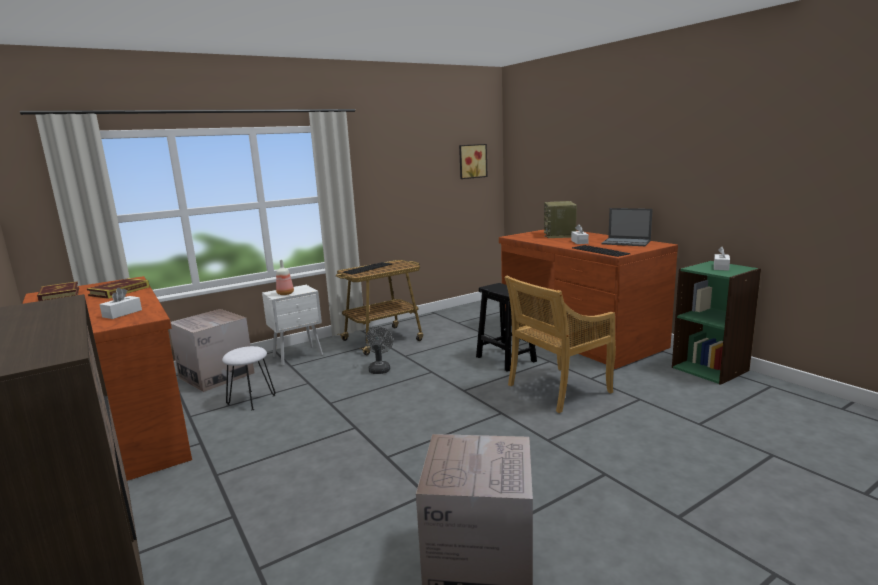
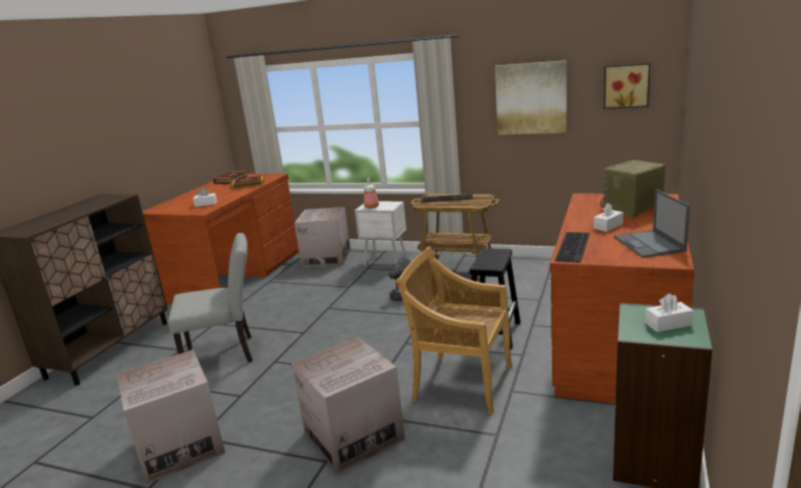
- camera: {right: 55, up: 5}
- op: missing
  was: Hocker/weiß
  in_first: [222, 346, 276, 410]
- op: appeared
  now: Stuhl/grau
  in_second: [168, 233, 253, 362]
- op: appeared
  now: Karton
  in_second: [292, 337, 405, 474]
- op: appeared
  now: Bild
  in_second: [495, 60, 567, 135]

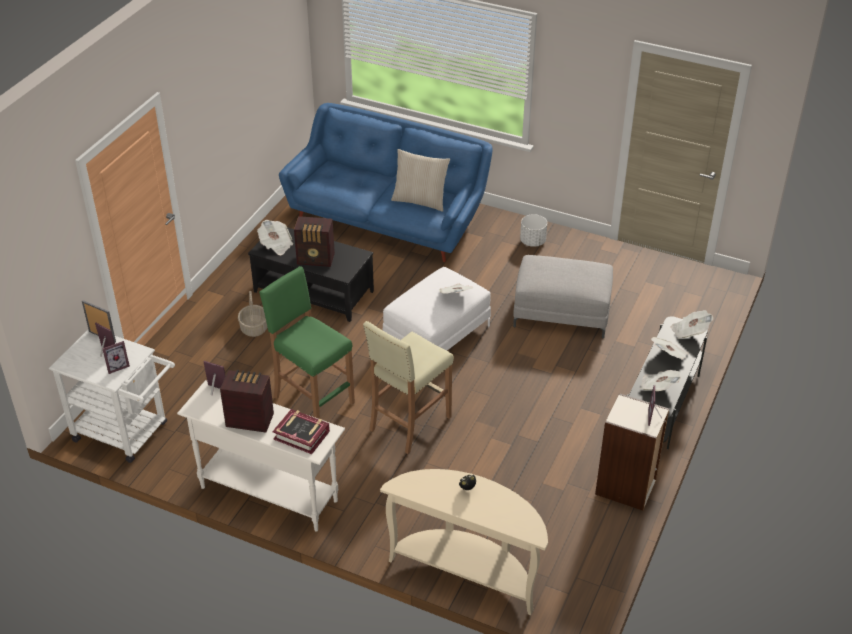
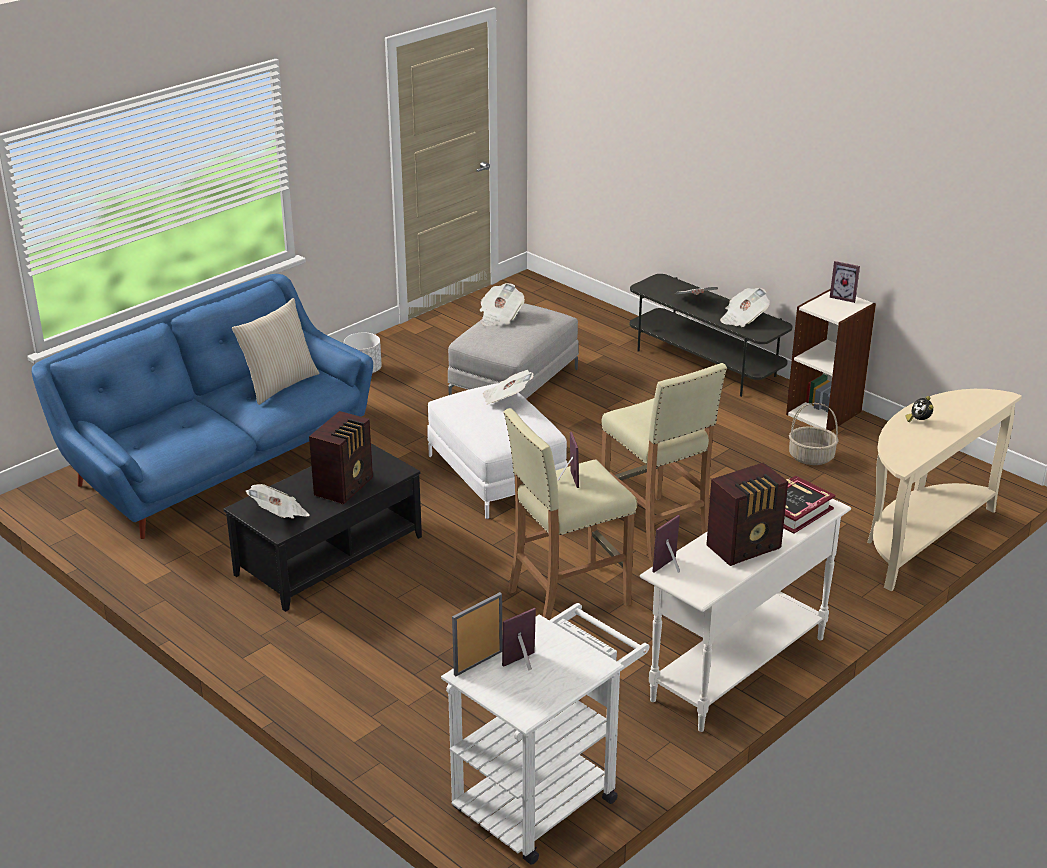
- camera: {right: -70, up: -10}
- op: relocated
  was: Bilderrahmen
  in_first: [102, 341, 130, 374]
  in_second: [557, 432, 579, 488]
- op: relocated
  was: Korb
  in_first: [238, 291, 267, 337]
  in_second: [789, 403, 839, 465]
- op: relocated
  was: Zeitung
  in_first: [671, 310, 714, 339]
  in_second: [480, 283, 525, 326]
- op: colour
  was: Hocker/grün
  now: Hocker/beige
  in_first: [259, 266, 355, 419]
  in_second: [504, 408, 637, 620]
- op: spun
  was: Radio
  in_first: [220, 370, 274, 433]
  in_second: [706, 462, 788, 566]
  clockwise: -150

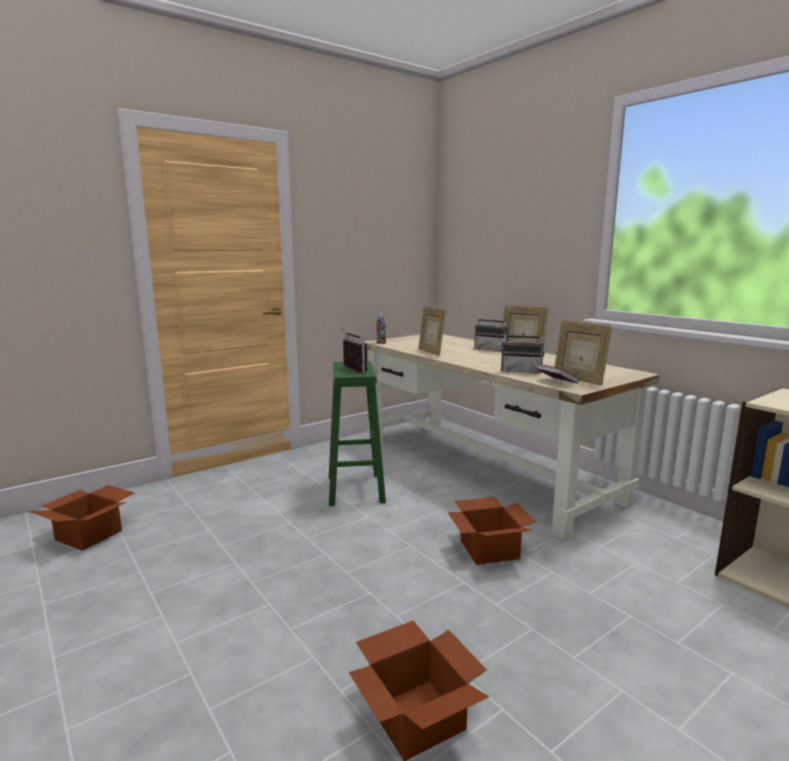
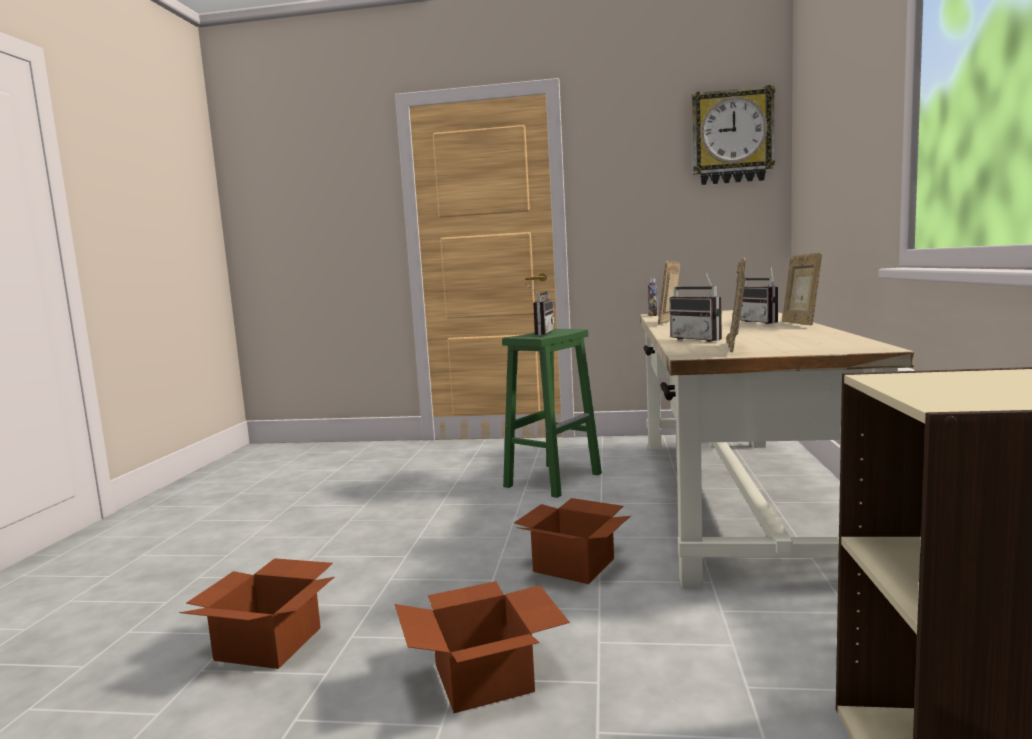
- camera: {right: 45, up: -5}
- op: missing
  was: Buch
  in_first: [536, 364, 579, 384]
- op: appeared
  now: Wanduhr
  in_second: [692, 85, 775, 185]
- op: relocated
  was: Karton
  in_first: [28, 485, 135, 551]
  in_second: [395, 581, 570, 713]

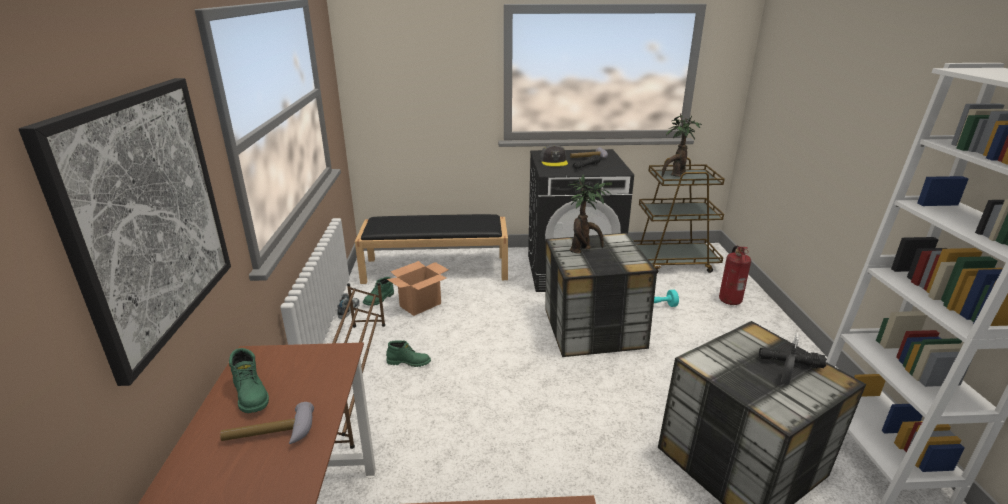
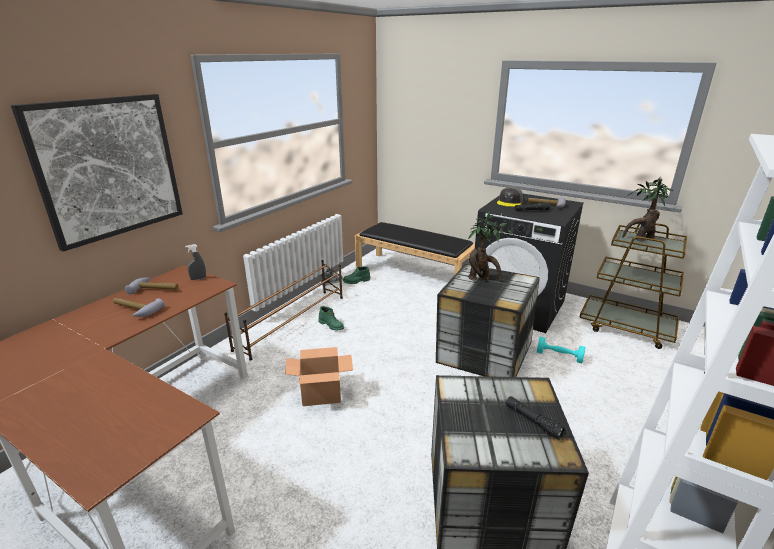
- camera: {right: 35, up: 0}
- op: missing
  was: Feuerlöscher
  in_first: [719, 246, 751, 305]
- op: relocated
  was: Karton
  in_first: [387, 261, 449, 316]
  in_second: [285, 347, 353, 406]
- op: relocated
  was: Sprühflasche/grau
  in_first: [782, 332, 799, 385]
  in_second: [185, 244, 206, 280]
- op: exchanged
  was: Stiefel/grün
  now: Hammer
  in_first: [229, 348, 269, 413]
  in_second: [125, 278, 178, 294]

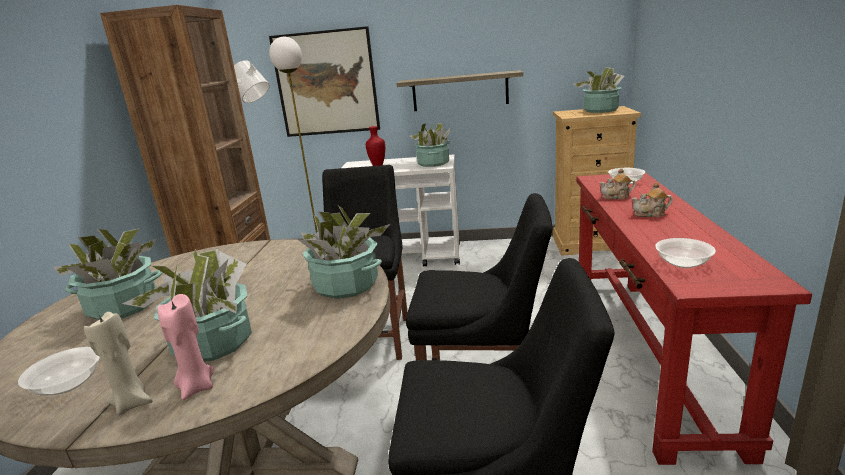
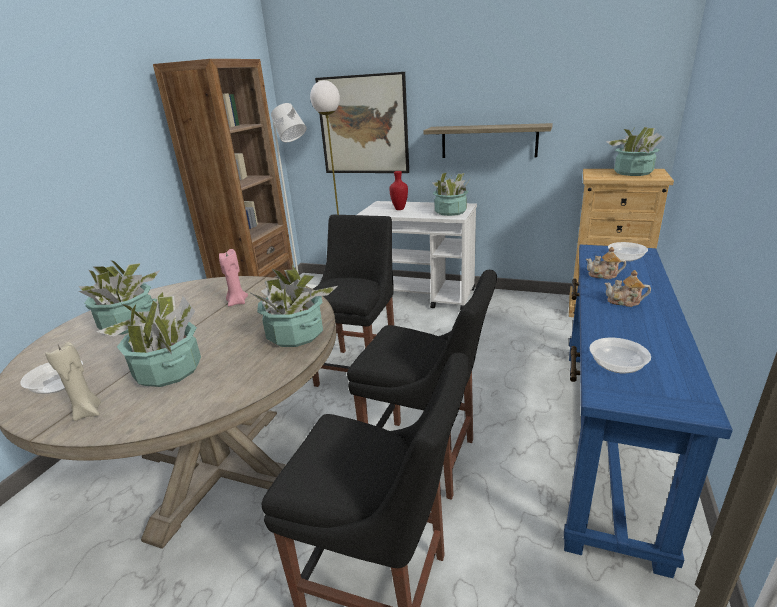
- camera: {right: 15, up: 5}
- op: relocated
  was: Kerze/rosa
  in_first: [157, 294, 214, 400]
  in_second: [219, 249, 248, 306]
- op: colour
  was: Konsolentisch/rot
  now: Konsolentisch/blau
  in_first: [576, 172, 812, 465]
  in_second: [564, 244, 733, 578]

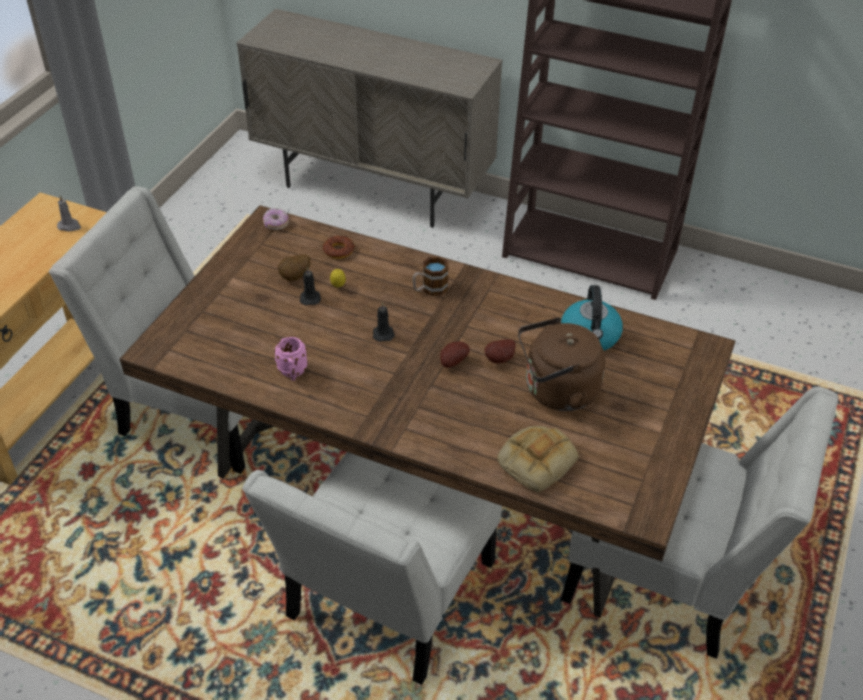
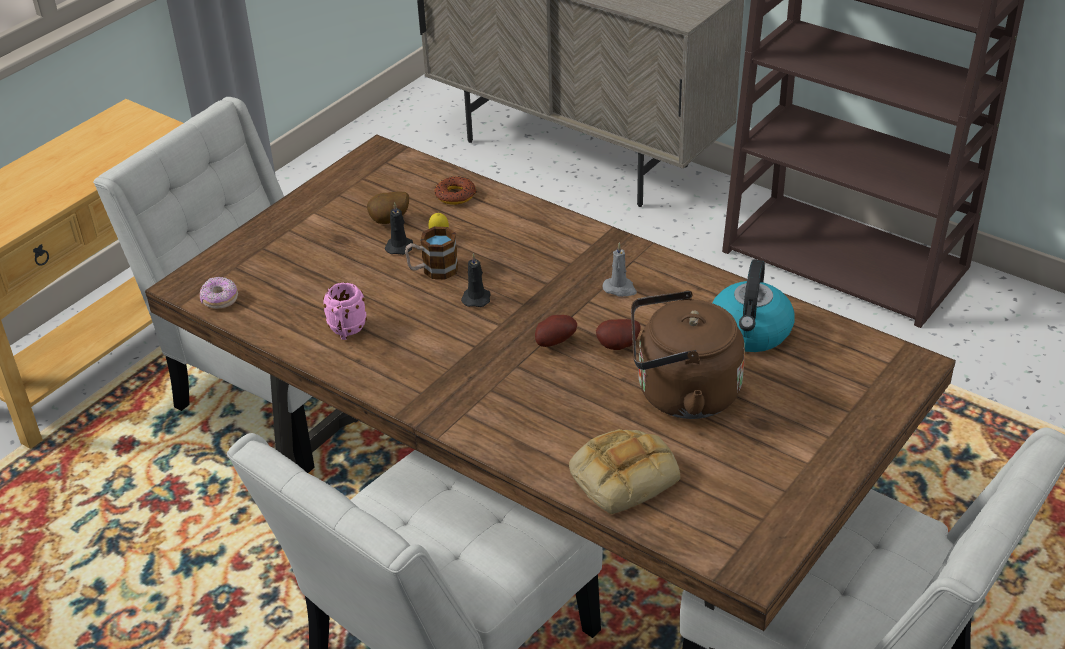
- camera: {right: 15, up: -5}
- op: relocated
  was: Kerze/grau
  in_first: [57, 195, 81, 232]
  in_second: [603, 242, 637, 297]
- op: relocated
  was: Donut
  in_first: [263, 208, 289, 230]
  in_second: [200, 277, 238, 309]
- op: relocated
  was: Henkelbecher
  in_first: [412, 256, 449, 296]
  in_second: [405, 227, 459, 280]

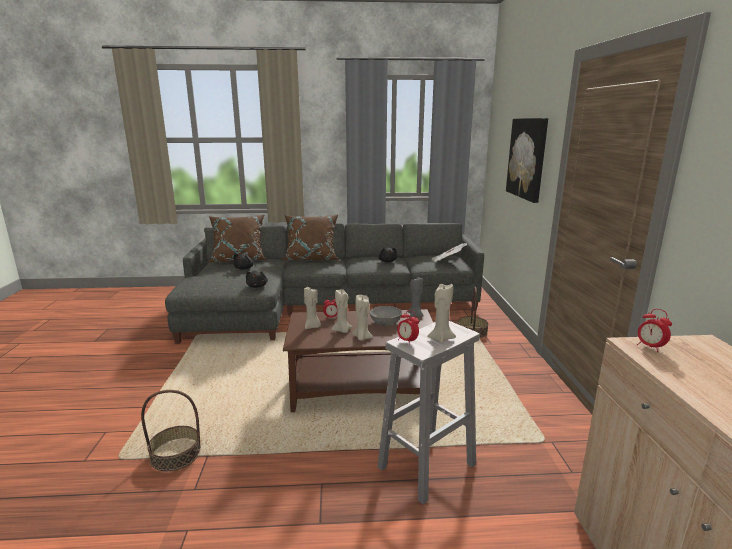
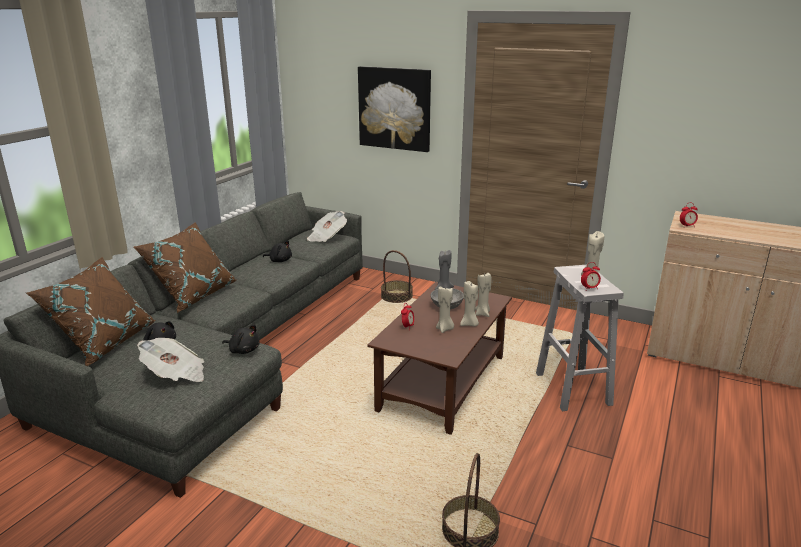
- camera: {right: -60, up: 5}
- op: appeared
  now: Zeitung
  in_second: [137, 338, 204, 382]
- op: relocated
  was: Kerze/beige
  in_first: [304, 286, 321, 329]
  in_second: [475, 273, 492, 317]

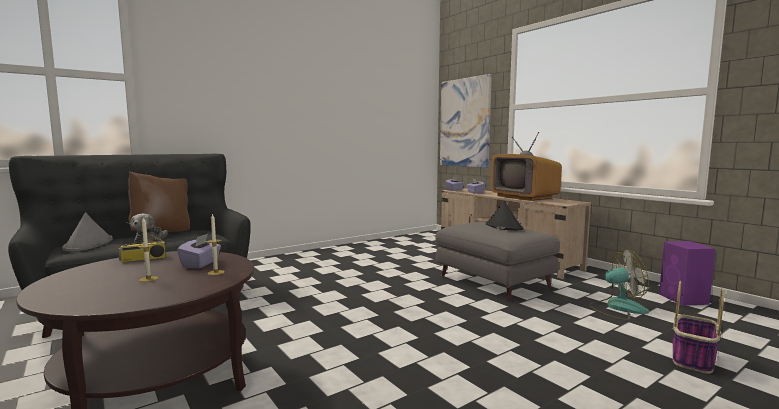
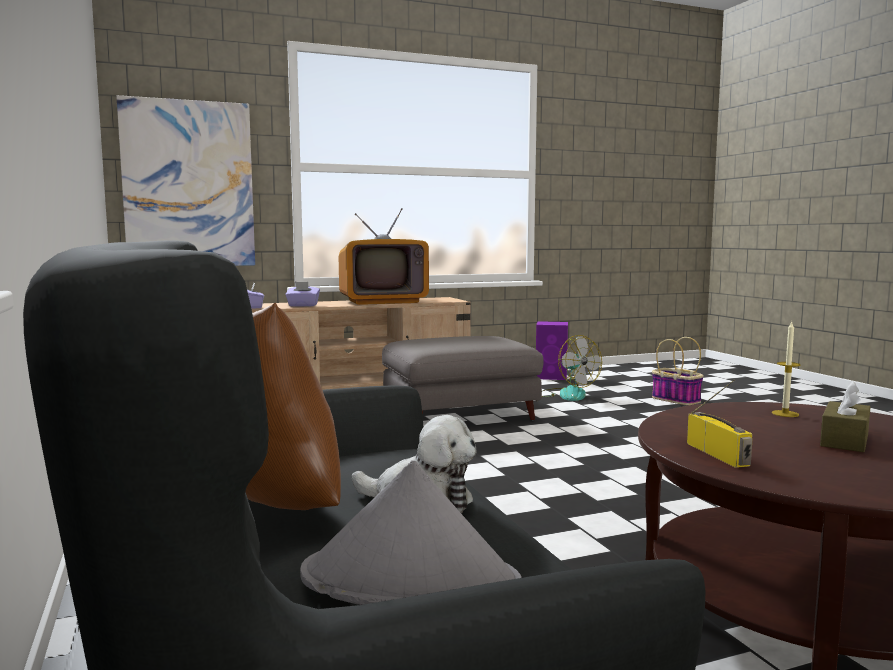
- camera: {right: -75, up: 0}
- op: missing
  was: Taschentuchbox/lila
  in_first: [177, 234, 221, 268]
- op: missing
  was: Hut/schwarz
  in_first: [486, 201, 523, 231]
- op: exchanged
  was: Kerze
  now: Taschentuchbox/braun
  in_first: [137, 217, 158, 282]
  in_second: [820, 381, 871, 452]
- op: spun
  was: Ventilator
  in_first: [589, 249, 649, 320]
  in_second: [542, 335, 602, 401]
  clockwise: 135

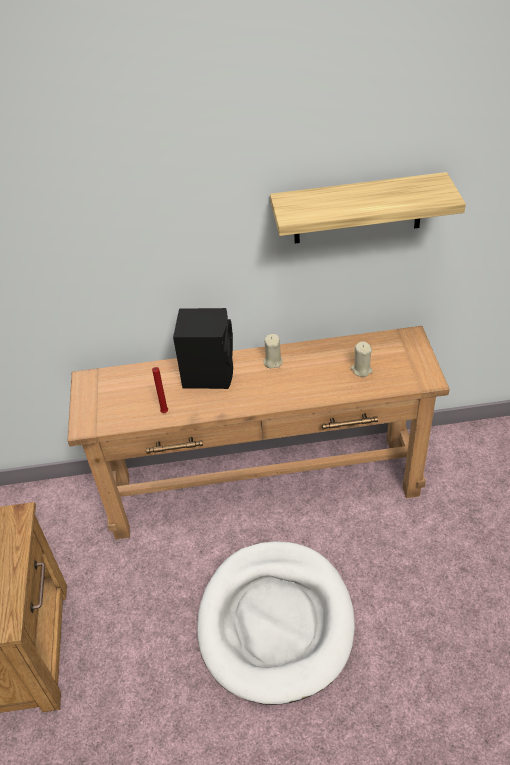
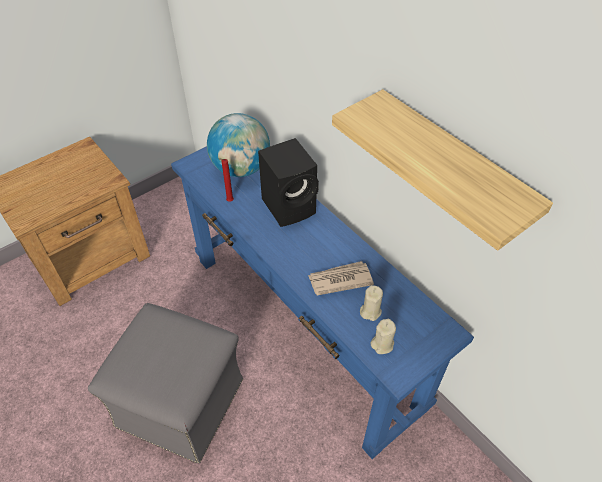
- camera: {right: 55, up: 5}
- op: appeared
  now: Globus
  in_second: [207, 113, 270, 177]
- op: appeared
  now: Zeitung
  in_second: [308, 261, 374, 295]
- op: relocated
  was: Kerze/beige
  in_first: [263, 334, 283, 368]
  in_second: [370, 319, 396, 354]
- op: exchanged
  was: Hundebett/weiß
  now: Polsterhocker/grau
  in_first: [197, 541, 355, 705]
  in_second: [88, 303, 243, 463]
- op: colour
  was: Konsolentisch/braun
  now: Konsolentisch/blau
  in_first: [67, 326, 450, 539]
  in_second: [171, 146, 474, 459]

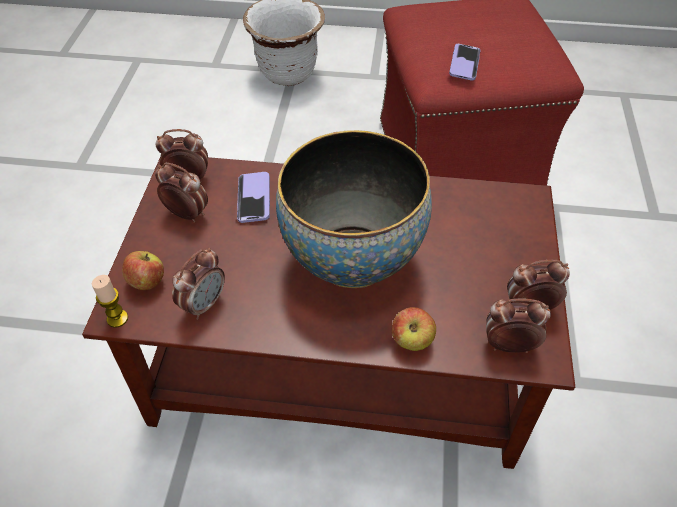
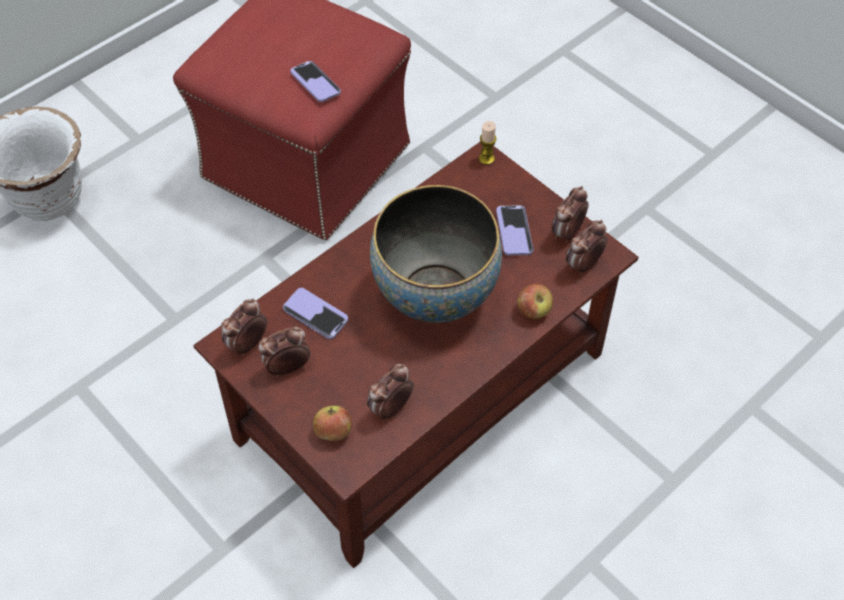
- camera: {right: -50, up: 5}
- op: appeared
  now: Handy
  in_second: [496, 205, 533, 255]
- op: relocated
  was: Kerze
  in_first: [92, 275, 128, 328]
  in_second: [479, 121, 497, 165]
- op: spun
  was: Wecker
  in_first: [172, 248, 225, 320]
  in_second: [367, 364, 414, 420]
  clockwise: -120

